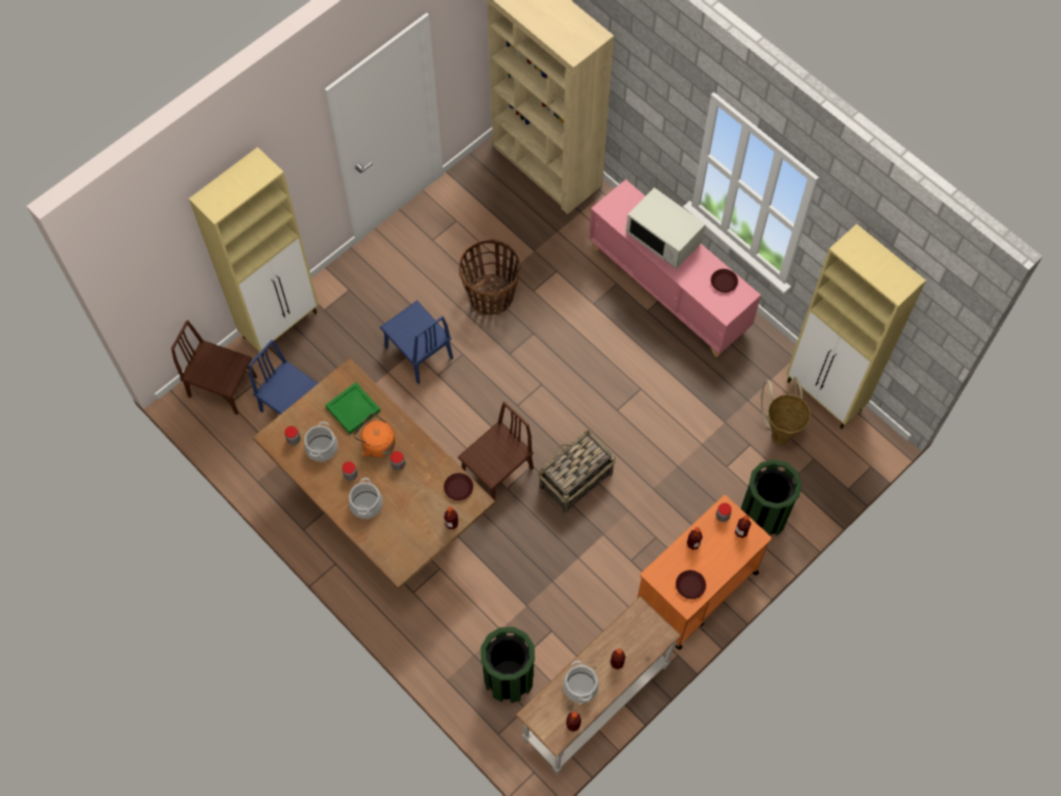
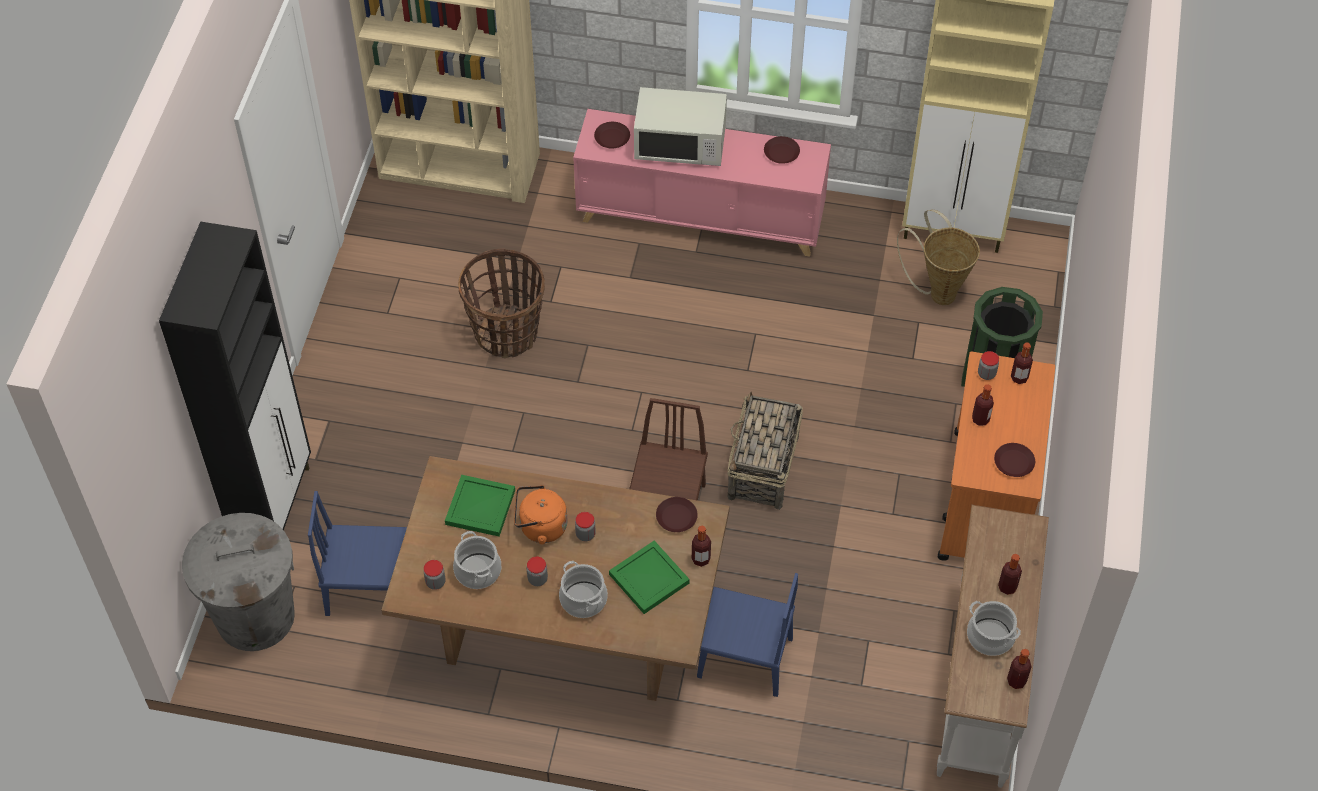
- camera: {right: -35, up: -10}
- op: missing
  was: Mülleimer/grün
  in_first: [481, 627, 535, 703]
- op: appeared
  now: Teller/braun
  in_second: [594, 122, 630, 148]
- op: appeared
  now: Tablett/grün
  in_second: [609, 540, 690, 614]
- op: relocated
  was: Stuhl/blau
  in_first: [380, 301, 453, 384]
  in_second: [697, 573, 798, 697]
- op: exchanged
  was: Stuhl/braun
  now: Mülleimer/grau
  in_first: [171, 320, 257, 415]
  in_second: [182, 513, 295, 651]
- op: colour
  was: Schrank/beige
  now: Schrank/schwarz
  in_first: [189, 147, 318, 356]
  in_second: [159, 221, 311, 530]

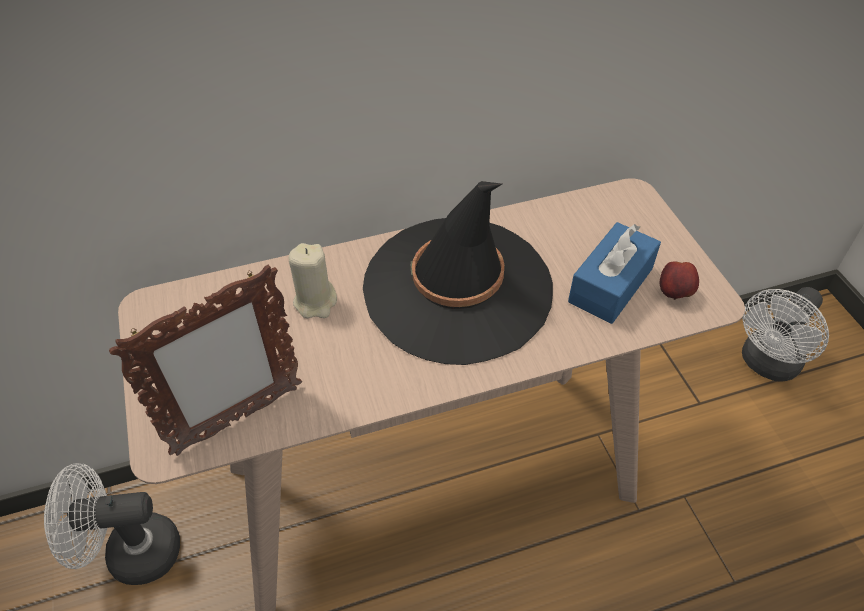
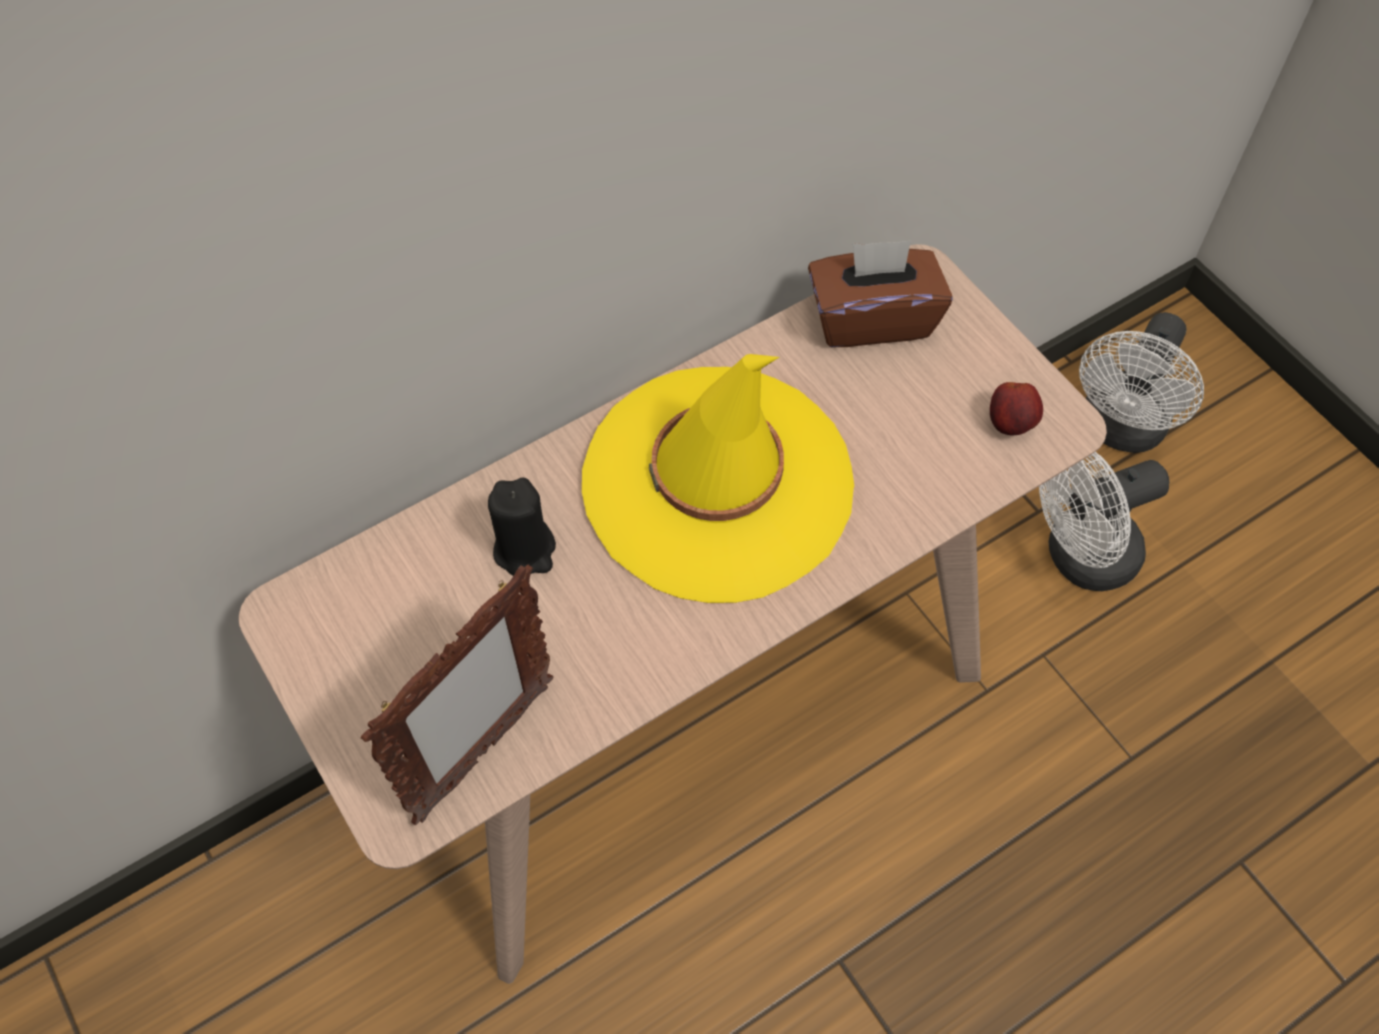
- camera: {right: -15, up: 10}
- op: missing
  was: Taschentuchbox/blau
  in_first: [568, 222, 661, 324]
- op: appeared
  now: Taschentuchbox/braun
  in_second: [808, 240, 953, 347]
- op: relocated
  was: Ventilator/weiß
  in_first: [44, 463, 180, 585]
  in_second: [1039, 452, 1169, 591]
- op: colour
  was: Kerze/beige
  now: Kerze/schwarz
  in_first: [289, 243, 337, 318]
  in_second: [488, 477, 556, 576]
- op: colour
  was: Hut/schwarz
  now: Hut/gelb
  in_first: [363, 181, 553, 365]
  in_second: [582, 354, 854, 603]

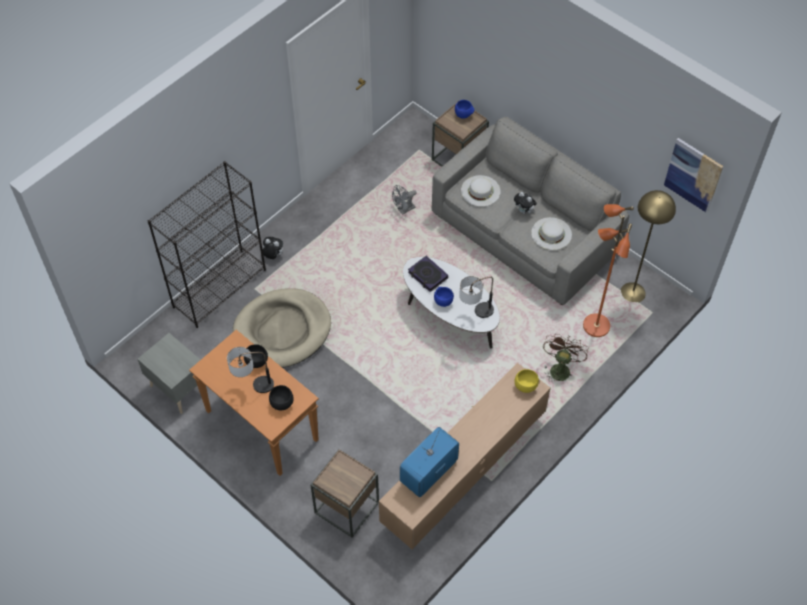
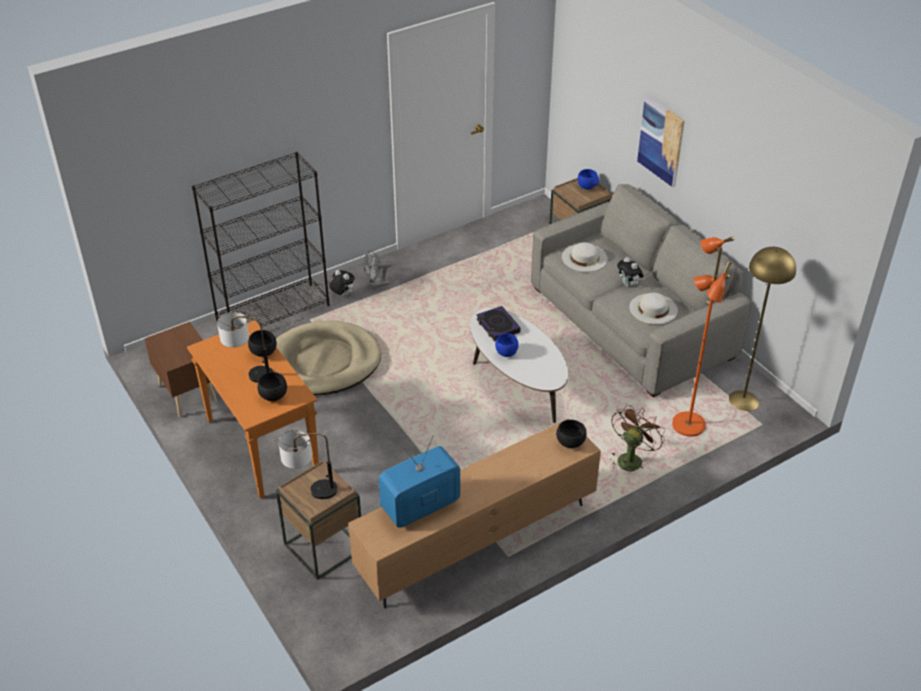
- camera: {right: 15, up: -15}
- op: relocated
  was: Ventilator/grau
  in_first: [392, 185, 417, 215]
  in_second: [363, 250, 392, 288]
- op: relocated
  was: Tischlampe
  in_first: [459, 276, 494, 318]
  in_second: [278, 430, 337, 499]
- op: relocated
  was: Bild
  in_first: [664, 138, 723, 213]
  in_second: [637, 95, 685, 187]
- op: colour
  was: Nachttisch/grau
  now: Nachttisch/braun
  in_first: [137, 333, 201, 414]
  in_second: [144, 321, 217, 417]
- op: colour
  was: Schüssel/gelb
  now: Schüssel/schwarz
  in_first: [515, 369, 539, 393]
  in_second: [556, 420, 587, 448]

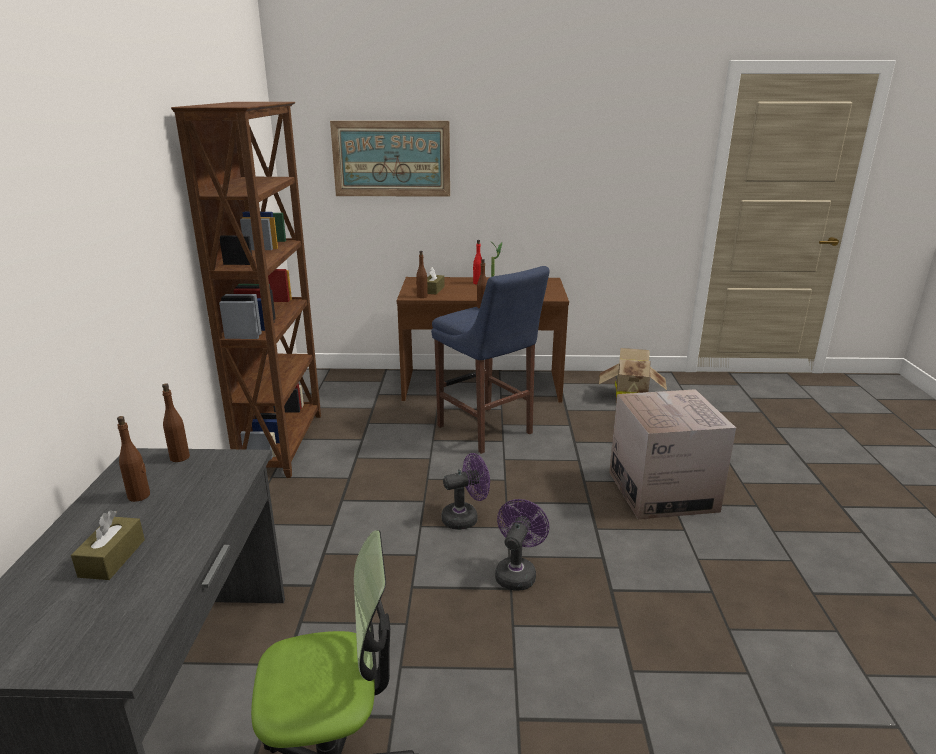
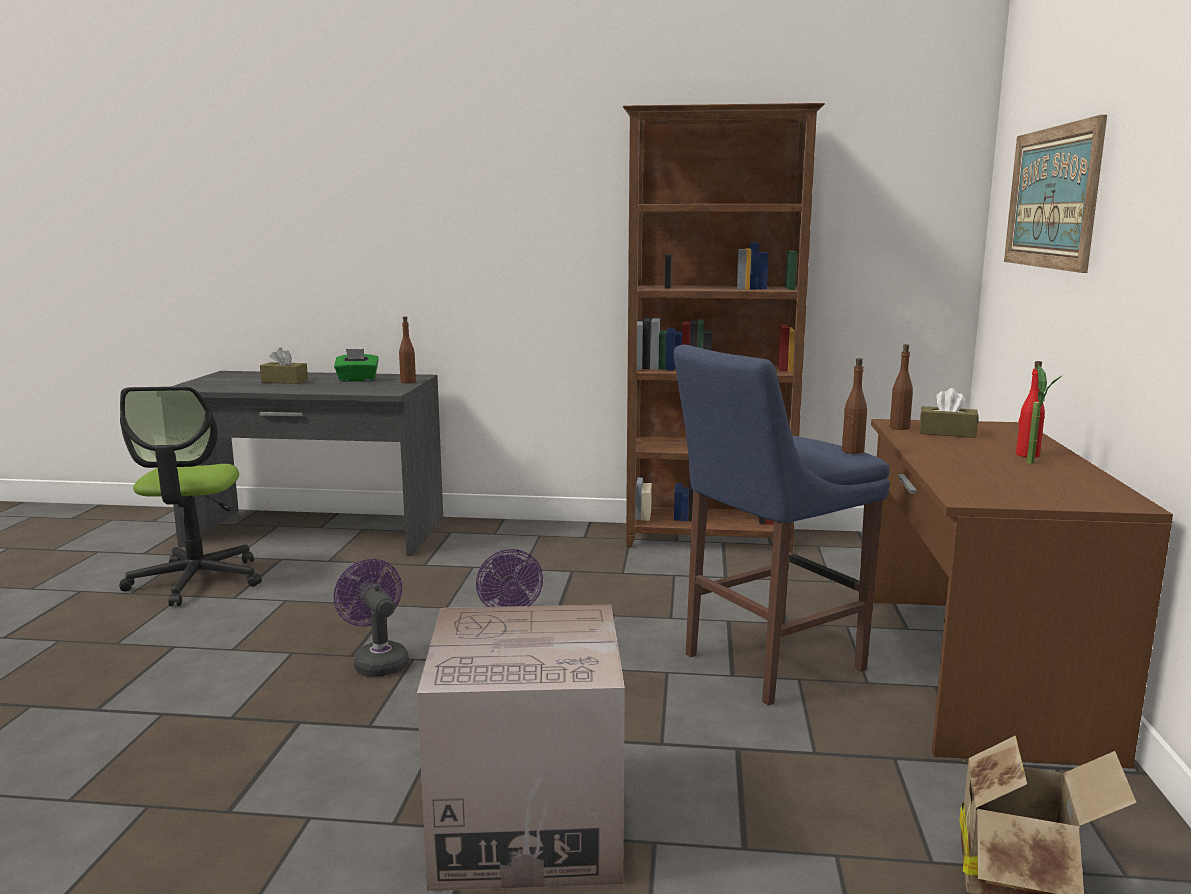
- camera: {right: 95, up: -10}
- op: exchanged
  was: Flasche/braun
  now: Taschentuchbox/grün
  in_first: [117, 416, 150, 502]
  in_second: [334, 349, 379, 382]
- op: spun
  was: Ventilator/lila
  in_first: [495, 499, 549, 591]
  in_second: [333, 559, 409, 677]
  clockwise: -150

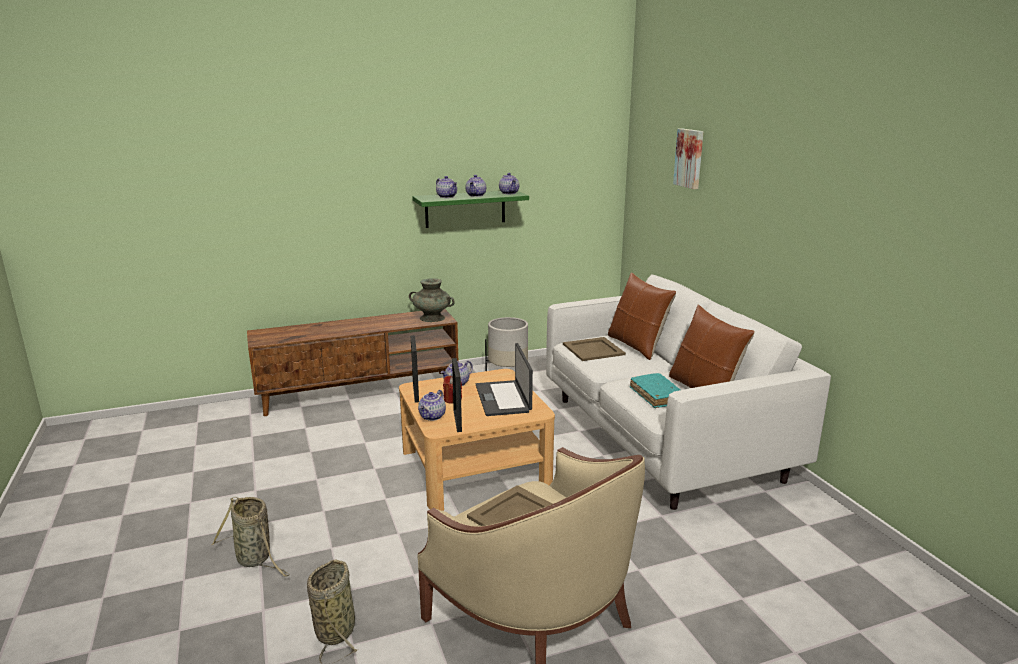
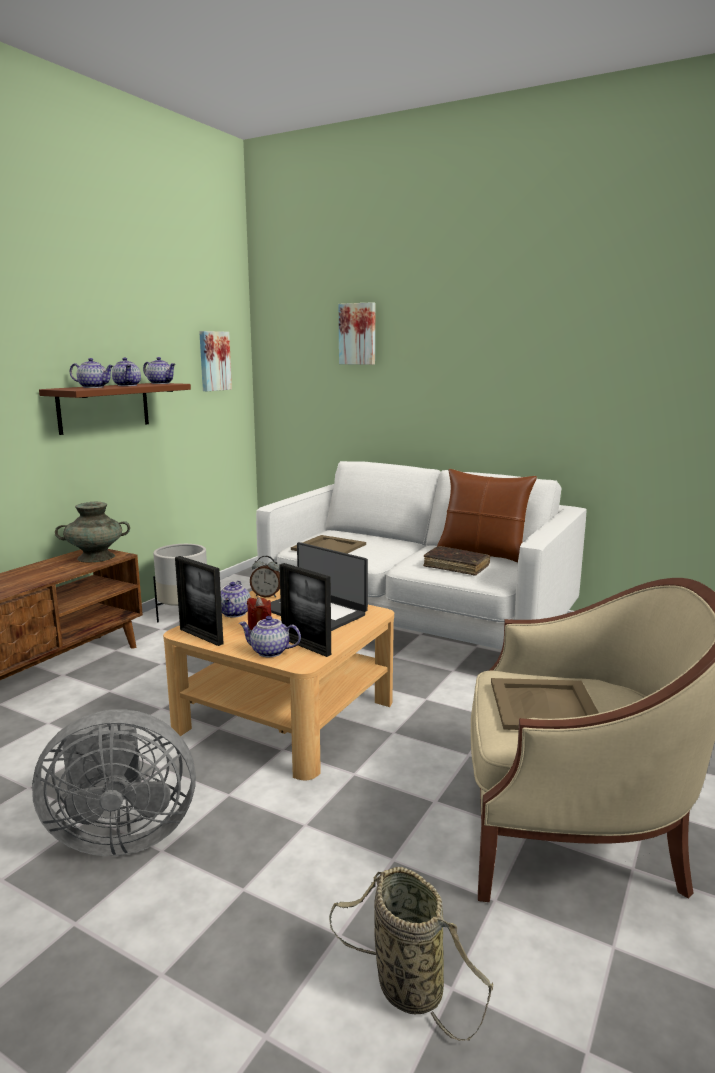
- camera: {right: -40, up: -5}
- op: missing
  was: Korb
  in_first: [212, 497, 290, 576]
- op: missing
  was: Kissen/braun
  in_first: [608, 272, 676, 360]
- op: appeared
  now: Ventilator/grau
  in_second: [32, 709, 196, 856]
- op: appeared
  now: Bild
  in_second: [199, 331, 232, 391]
- op: appeared
  now: Wecker
  in_second: [250, 556, 280, 597]
- op: colour
  was: Wandregal/grün
  now: Wandregal/braun
  in_first: [412, 191, 529, 228]
  in_second: [39, 383, 191, 435]
- op: colour
  was: Buch/türkis
  now: Buch/braun
  in_first: [630, 373, 680, 408]
  in_second: [423, 546, 490, 576]
- op: spun
  was: Teekanne
  in_first: [418, 390, 446, 421]
  in_second: [239, 616, 301, 657]
  clockwise: 120

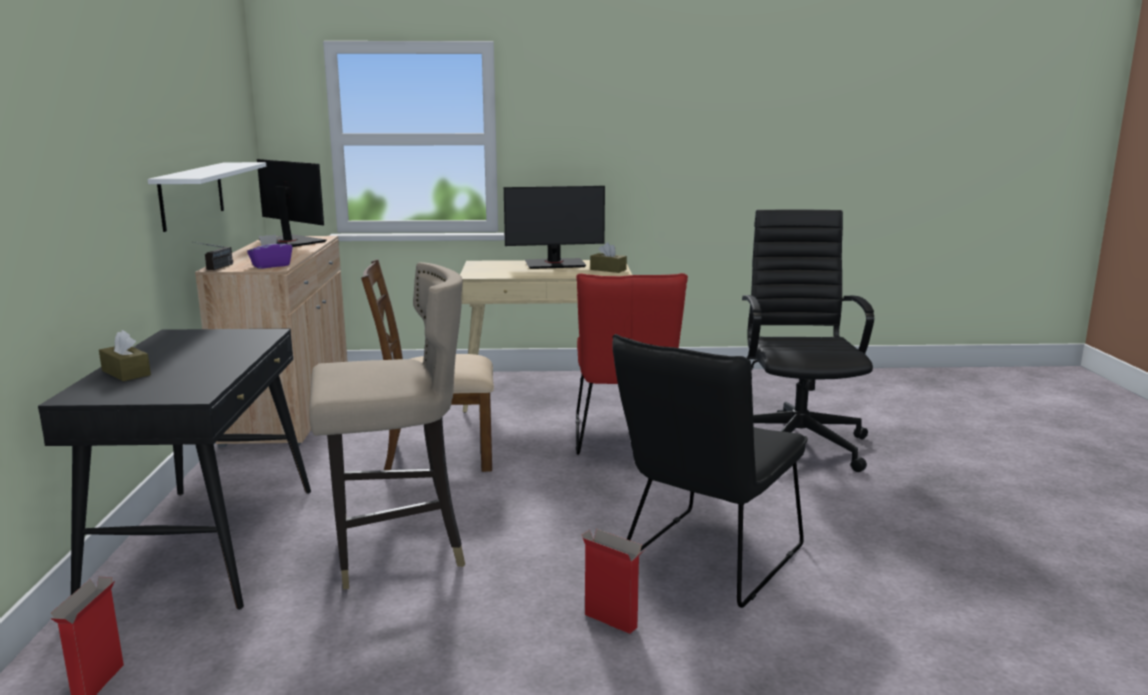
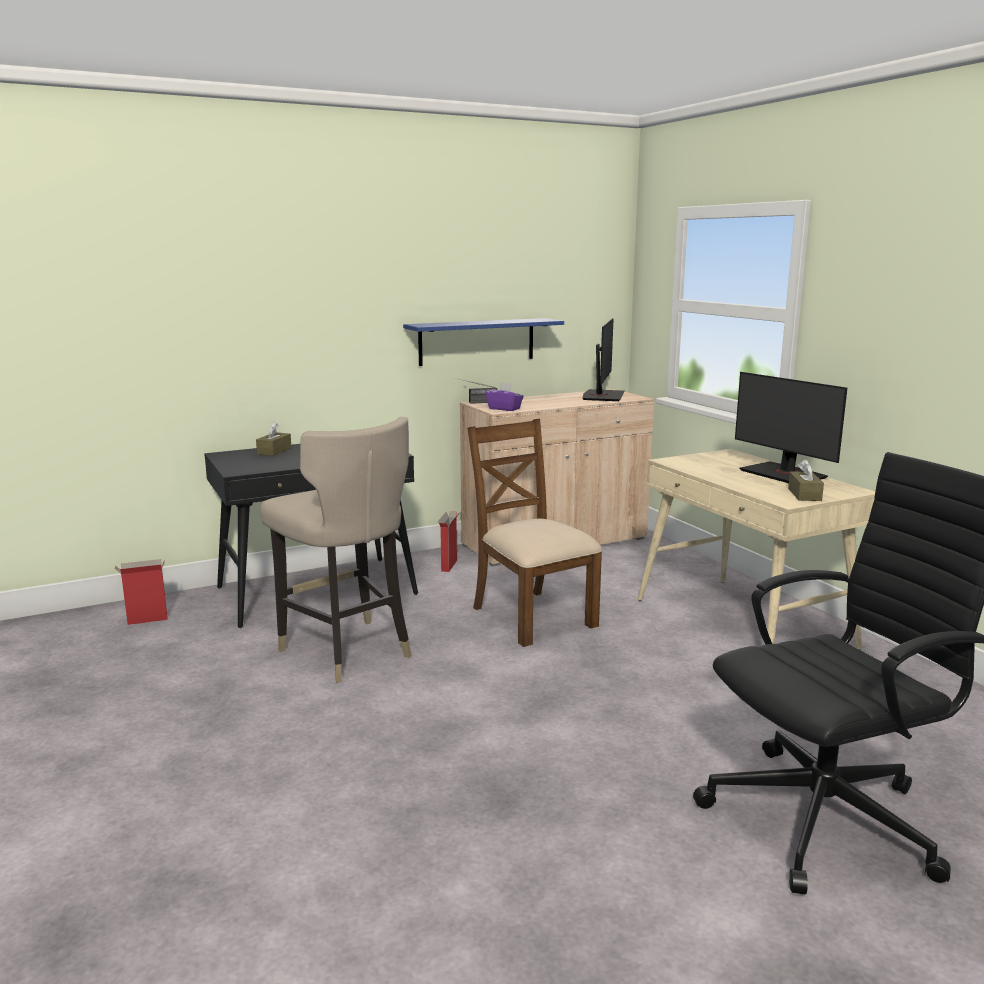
- camera: {right: 65, up: 0}
- op: missing
  was: Stuhl/rot
  in_first: [576, 273, 688, 455]
- op: missing
  was: Stuhl/schwarz
  in_first: [612, 334, 808, 608]
- op: relocated
  was: Karton
  in_first: [582, 529, 644, 634]
  in_second: [438, 511, 459, 572]
- op: colour
  was: Wandregal/weiß
  now: Wandregal/blau
  in_first: [148, 162, 266, 232]
  in_second: [403, 318, 564, 366]

